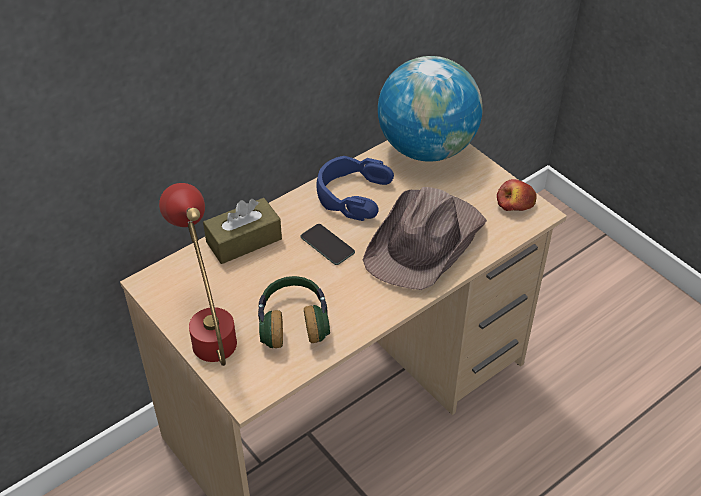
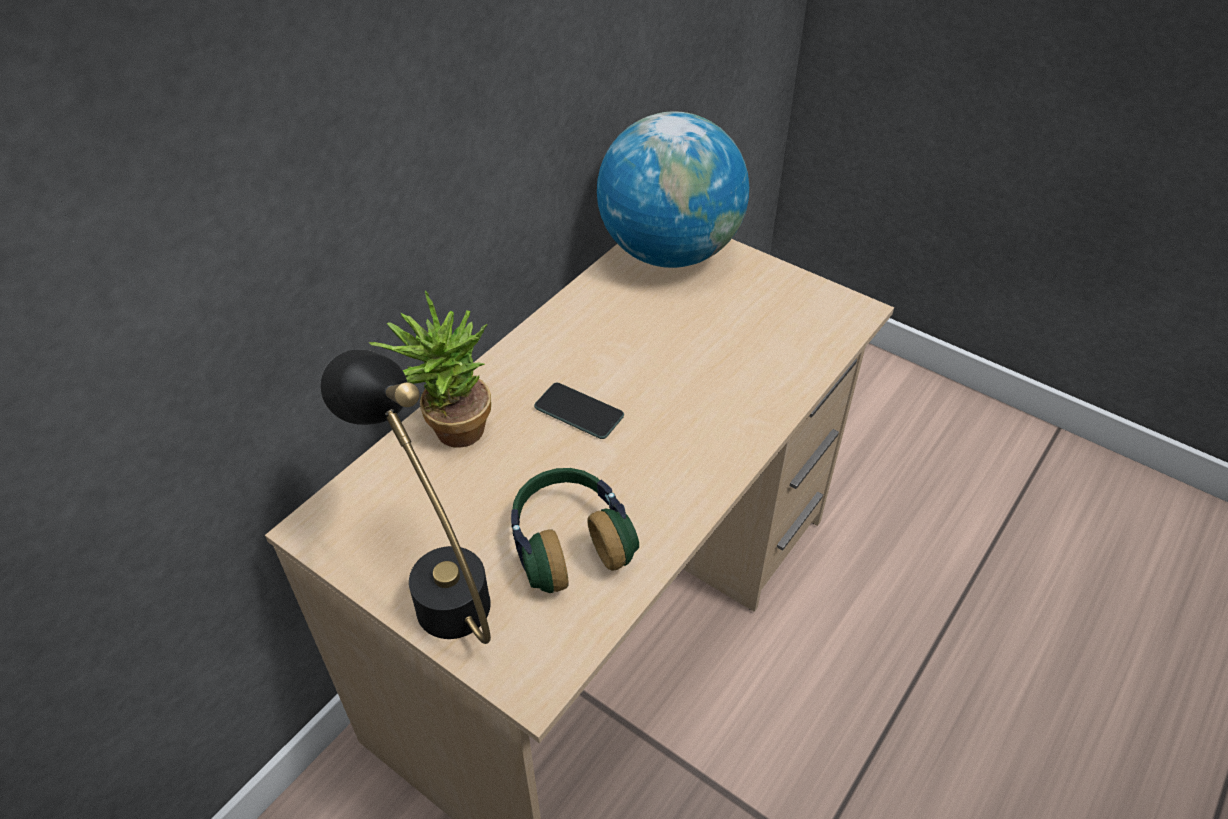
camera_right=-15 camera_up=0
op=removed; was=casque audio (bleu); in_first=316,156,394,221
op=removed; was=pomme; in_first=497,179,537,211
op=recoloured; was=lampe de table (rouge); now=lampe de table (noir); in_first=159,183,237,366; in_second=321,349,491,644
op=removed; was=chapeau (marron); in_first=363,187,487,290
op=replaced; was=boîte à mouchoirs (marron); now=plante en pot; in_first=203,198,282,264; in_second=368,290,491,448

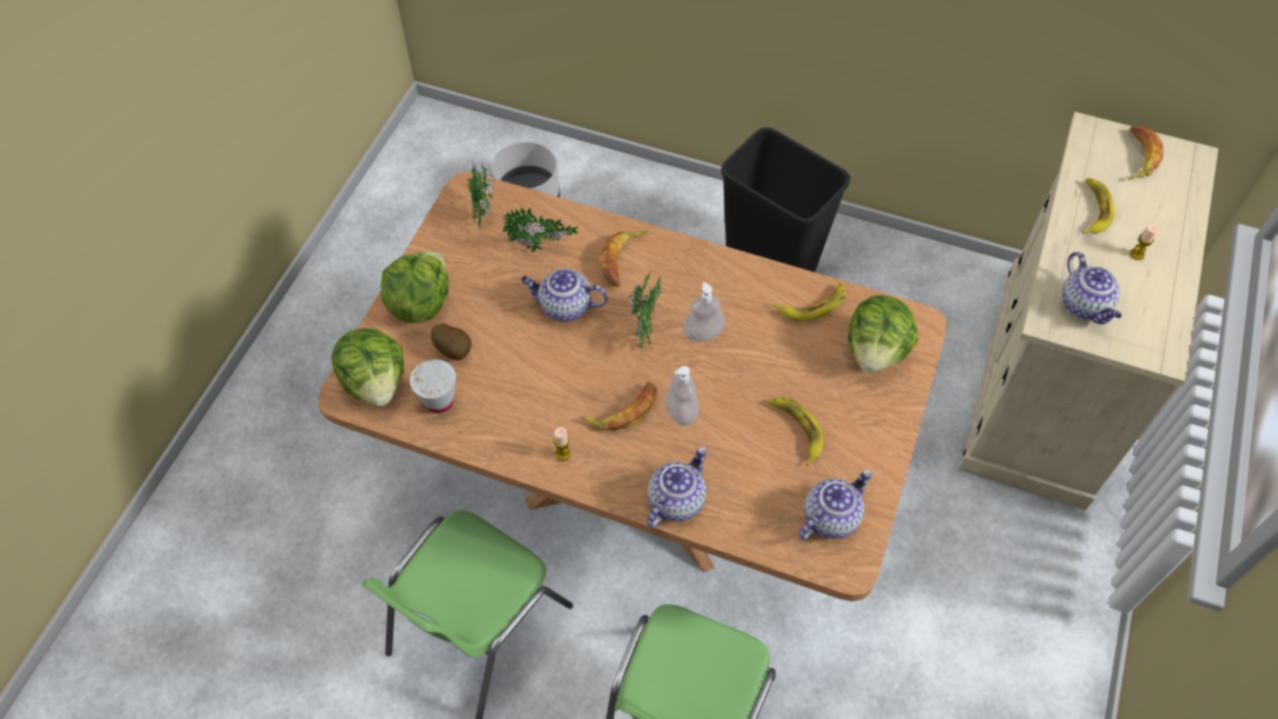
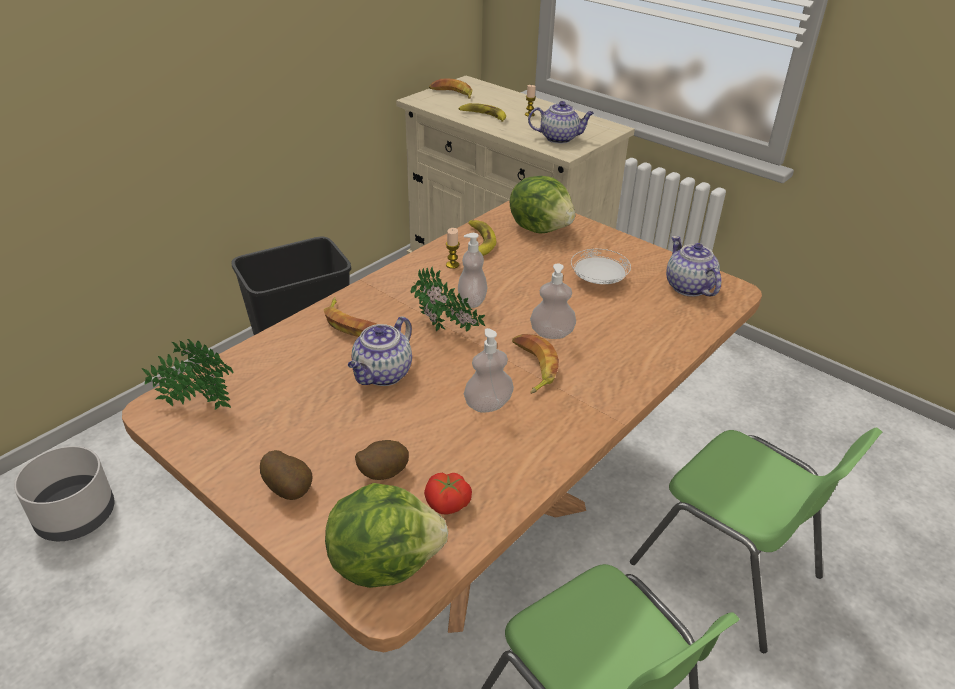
camera_right=-70 camera_up=-20
op=removed; was=plante en pot; in_first=503,207,578,252
op=replaced; was=laitue; now=pomme de terre; in_first=381,251,449,323; in_second=260,450,313,500
op=replaced; was=tasse (blanc); now=tomate; in_first=410,359,456,413; in_second=424,473,472,514
op=replaced; was=banane; now=assiette (blanc); in_first=769,397,824,466; in_second=571,249,631,284
op=moved; was=bougie; in_first=553,427,570,461; in_second=446,228,459,269
op=removed; was=théière; in_first=647,447,707,528
op=added; now=distributeur de savon; in_second=464,328,514,413

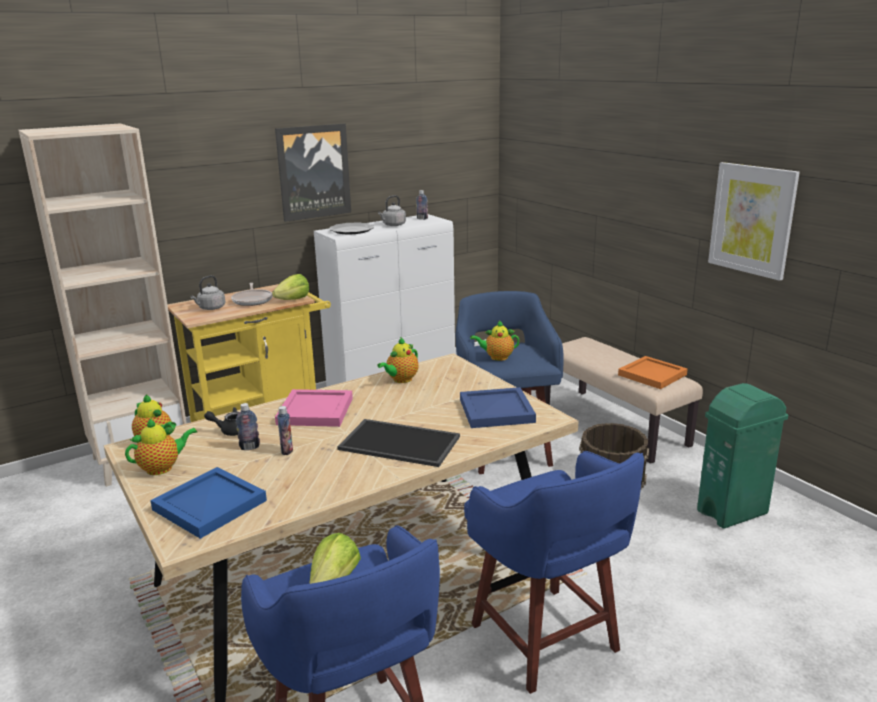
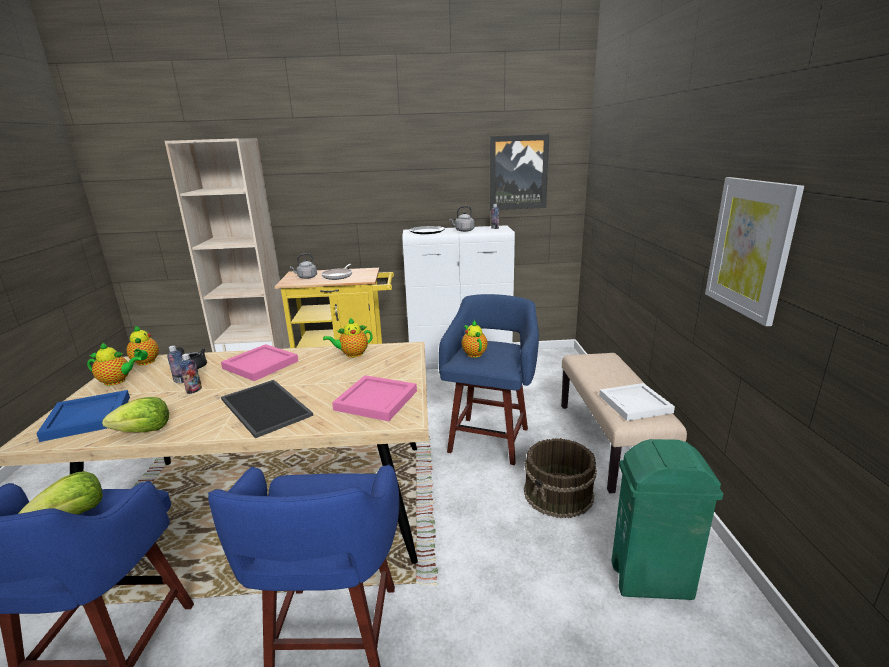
camera_right=30 camera_up=0
op=moved; was=tableau; in_first=275,124,351,222; in_second=490,134,549,210
op=moved; was=laitue; in_first=272,274,309,300; in_second=102,397,169,432
op=turned; was=théière; in_first=470,320,520,361; in_second=462,320,487,358; clockwise=45
op=recoloured; was=plateau (orange); now=plateau (blanc); in_first=618,356,687,389; in_second=599,383,675,421
op=recoloured; was=plateau (bleu); now=plateau (rose); in_first=460,387,536,428; in_second=332,375,417,421

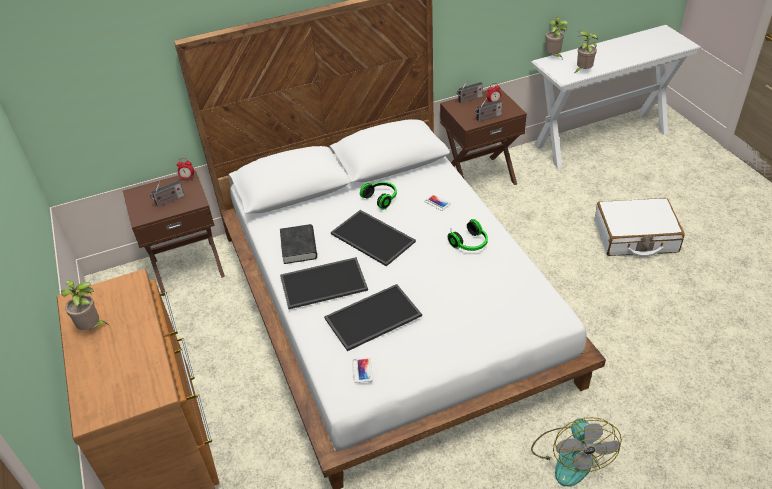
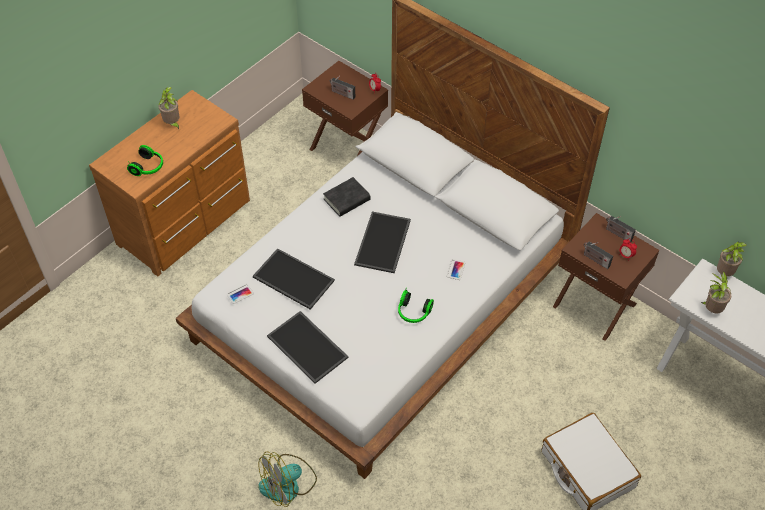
camera_right=60 camera_up=10
op=moved; was=casque audio; in_first=360,182,397,210; in_second=127,145,163,176
op=moved; was=plateau; in_first=280,257,368,309; in_second=267,311,348,384

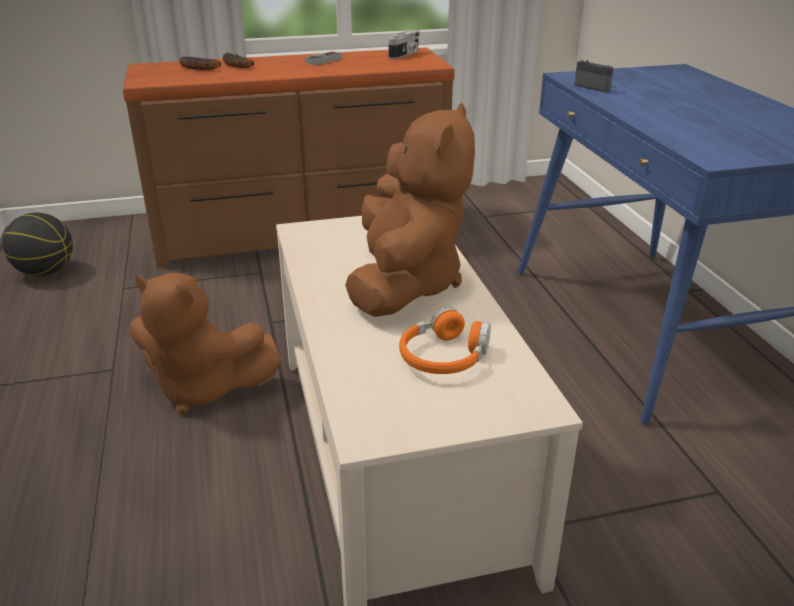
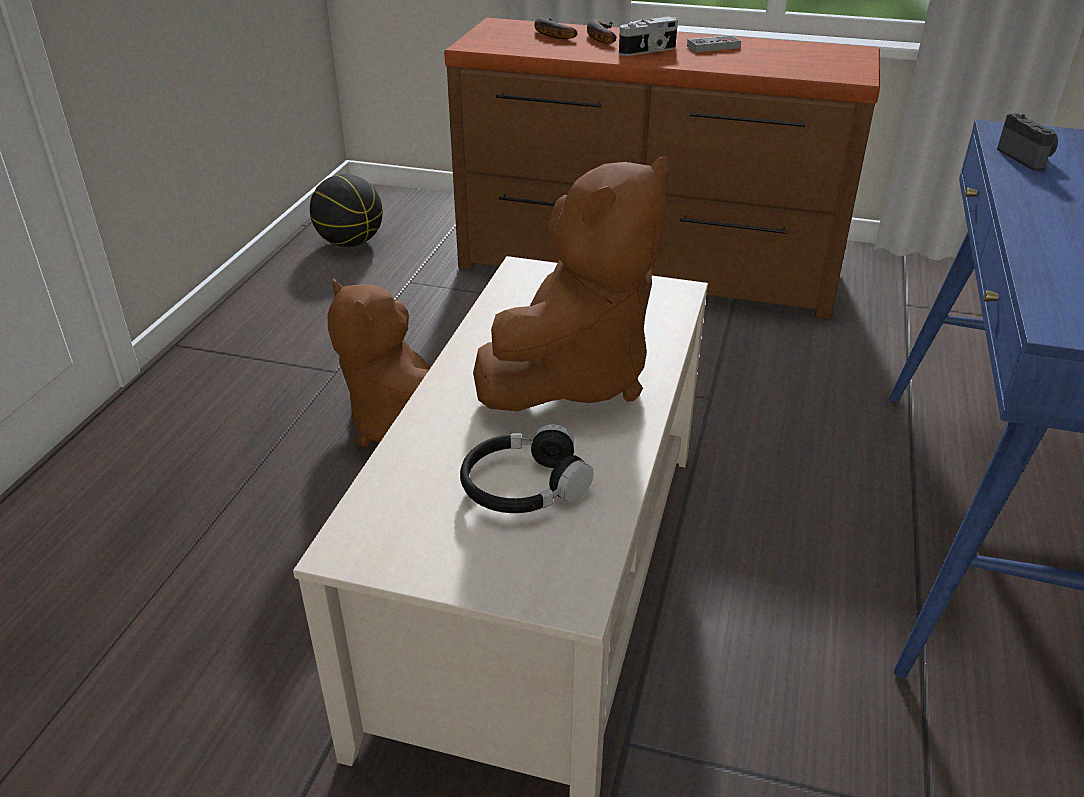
camera_right=30 camera_up=5
op=moved; was=appareil photo; in_first=388,30,420,59; in_second=619,17,678,56
op=recoloured; was=casque audio (orange); now=casque audio (noir); in_first=399,307,491,374; in_second=460,424,594,513

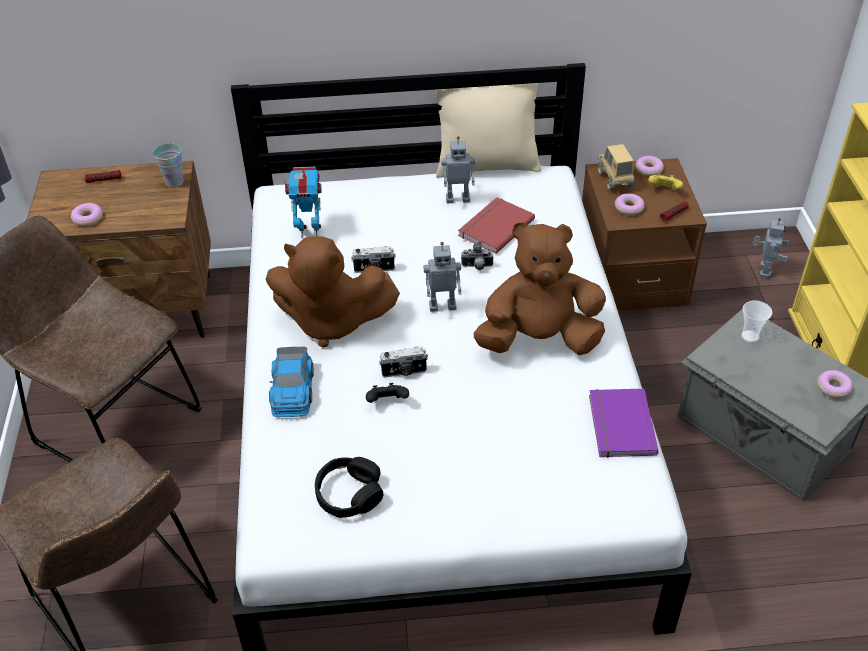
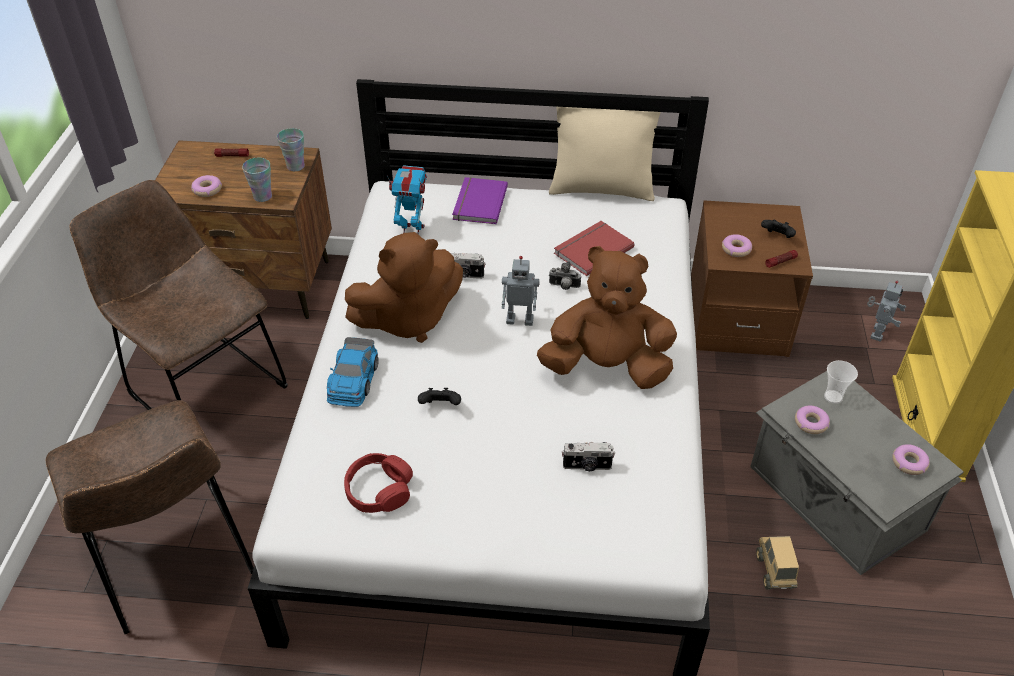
camera_right=10 camera_up=0
op=removed; was=robot jouet; in_first=441,136,475,203
op=moved; was=camion jouet; in_first=598,144,635,191; in_second=756,536,799,589
op=moved; was=beignet; in_first=635,156,664,176; in_second=795,405,830,434
op=recoloured; was=manette (jaune); now=manette (noir); in_first=648,174,683,191; in_second=761,220,796,238
op=turned; was=peluche (marron); in_first=266,236,400,348; in_second=345,232,463,343; clockwise=-45
op=moved; was=appareil photo; in_first=379,347,428,377; in_second=562,442,615,471
op=moved; was=livre (violet); in_first=589,389,659,458; in_second=452,177,508,224
op=recoloured; was=casque audio (noir); now=casque audio (rouge); in_first=315,457,383,518; in_second=344,453,413,513
op=added; now=tasse; in_second=242,158,272,202

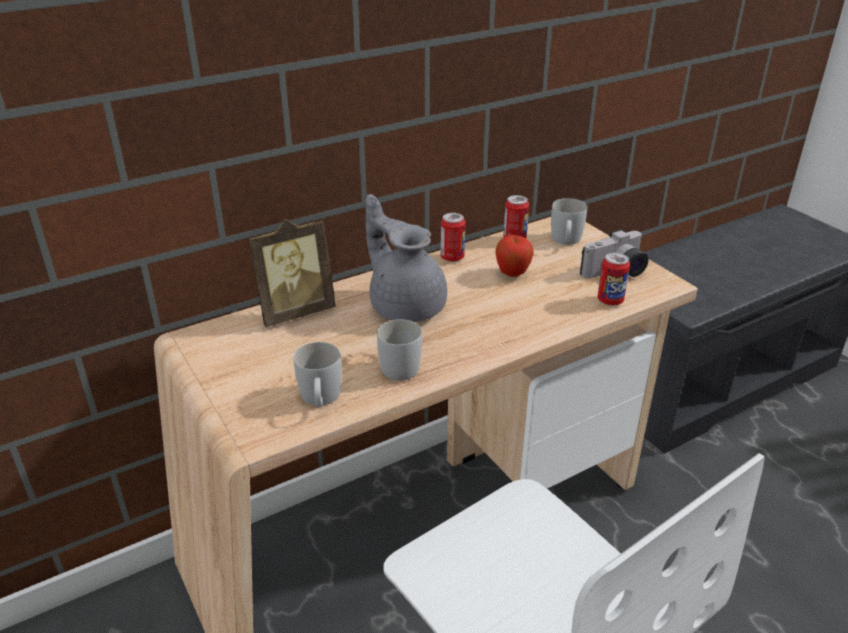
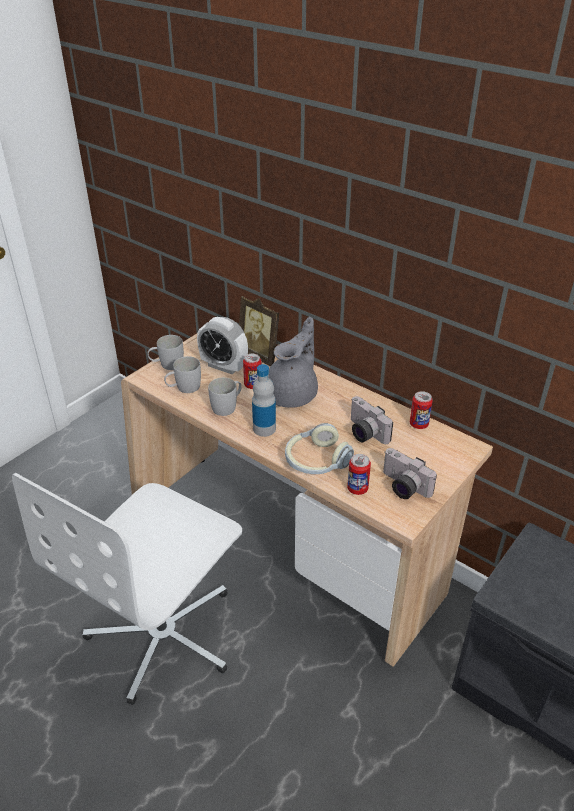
camera_right=70 camera_up=5
op=moved; was=mug (blanc); in_first=551,198,587,245; in_second=147,335,184,370
op=moved; was=boîte métallique; in_first=440,213,466,262; in_second=243,354,262,389
op=replaced; was=pomme; now=appareil photo; in_first=496,235,534,277; in_second=351,396,393,444
op=added; now=réveil; in_second=197,317,248,374
op=added; now=bouteille; in_second=252,364,276,437
op=added; now=casque audio; in_second=285,423,354,474

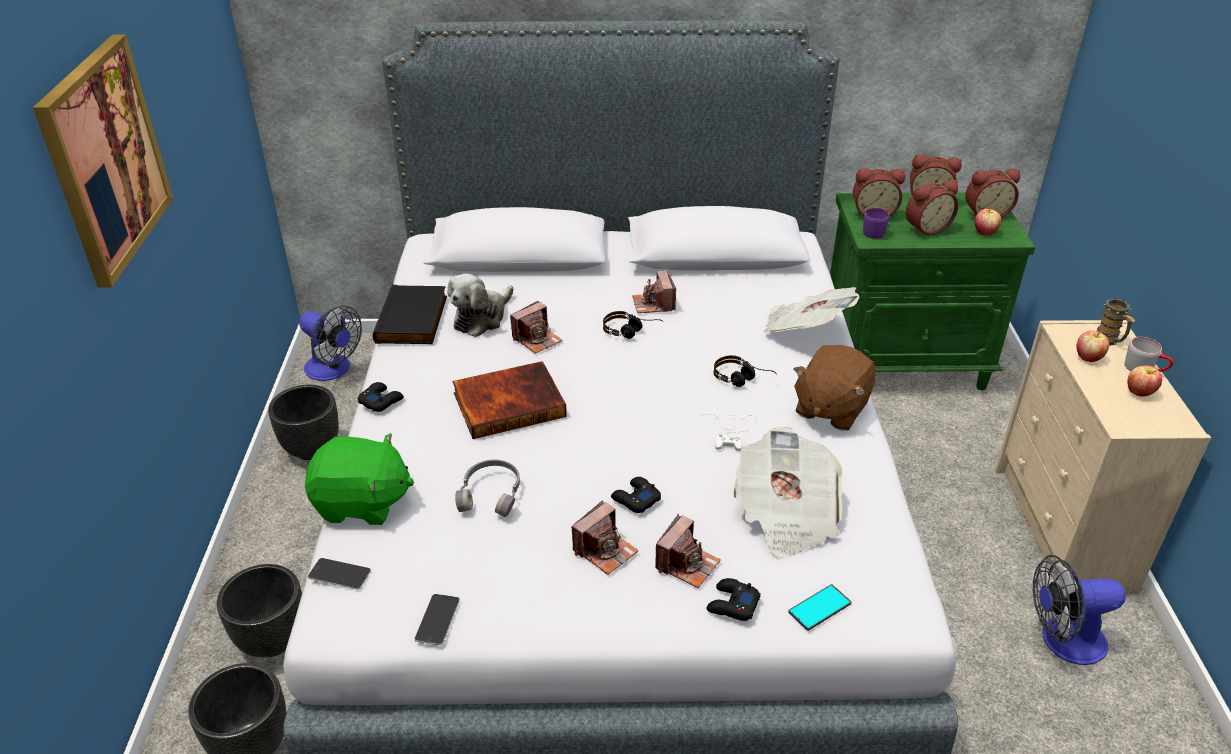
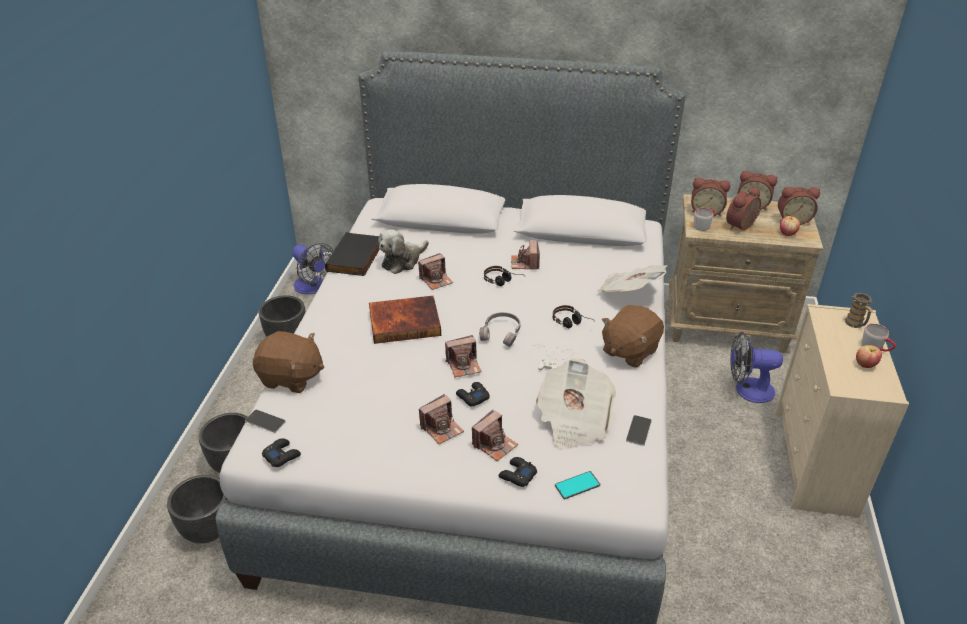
camera_right=10 camera_up=0
op=removed; was=tableau; in_first=33,35,174,288
op=turned; was=réveil; in_first=906,180,958,235; in_second=726,187,761,230; clockwise=150
op=recoloured; was=table de chevet (vert); now=table de chevet (beige); in_first=830,192,1035,390; in_second=669,194,824,353
op=recoloured; was=mug (violet); now=mug (gris); in_first=863,208,890,239; in_second=694,208,715,231
op=removed; was=pomme; in_first=1077,330,1109,362
op=moved; was=manette (noir); in_first=358,382,404,412; in_second=262,438,301,467
op=recoloured; was=peluche (vert); now=peluche (marron); in_first=305,433,414,525; in_second=253,331,324,393
op=moved; was=casque audio (gris); in_first=455,460,520,517; in_second=479,312,520,347
op=moved; was=ventilateur; in_first=1033,555,1126,665; in_second=730,332,783,403
op=moved; was=téléphone; in_first=414,594,460,645; in_second=626,415,652,446
op=added; now=appareil photo; in_second=445,335,482,377

